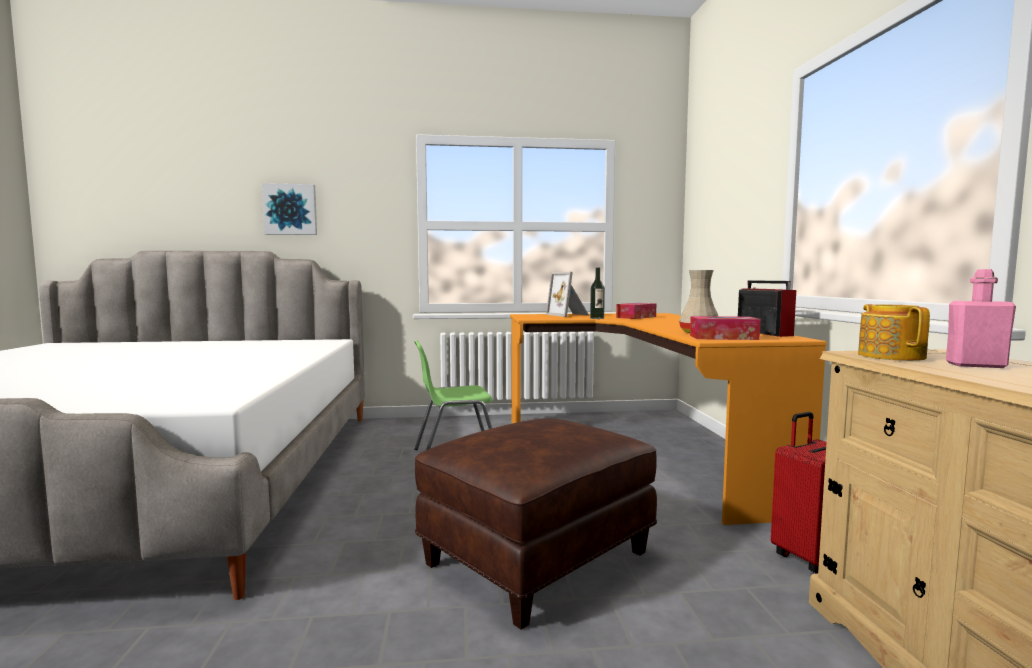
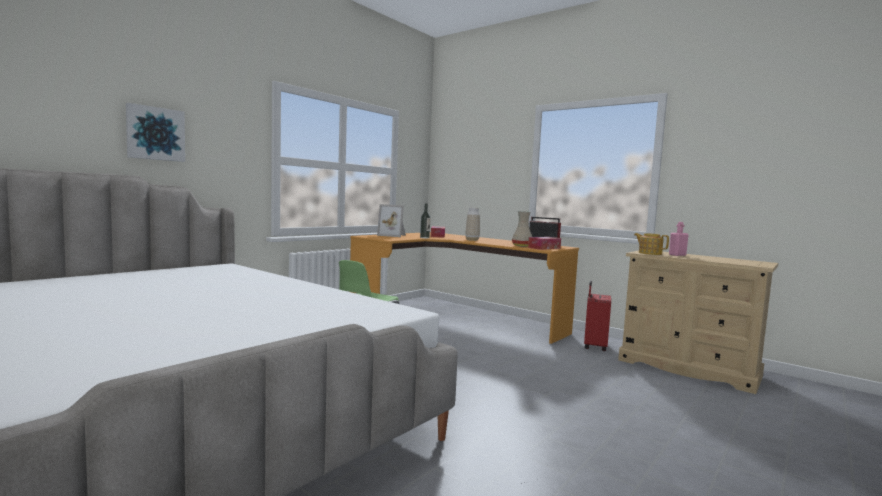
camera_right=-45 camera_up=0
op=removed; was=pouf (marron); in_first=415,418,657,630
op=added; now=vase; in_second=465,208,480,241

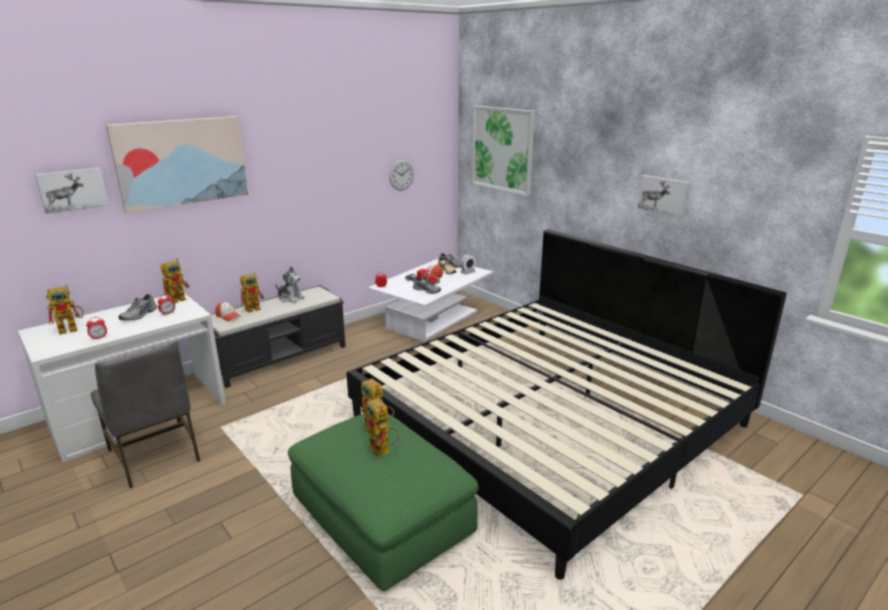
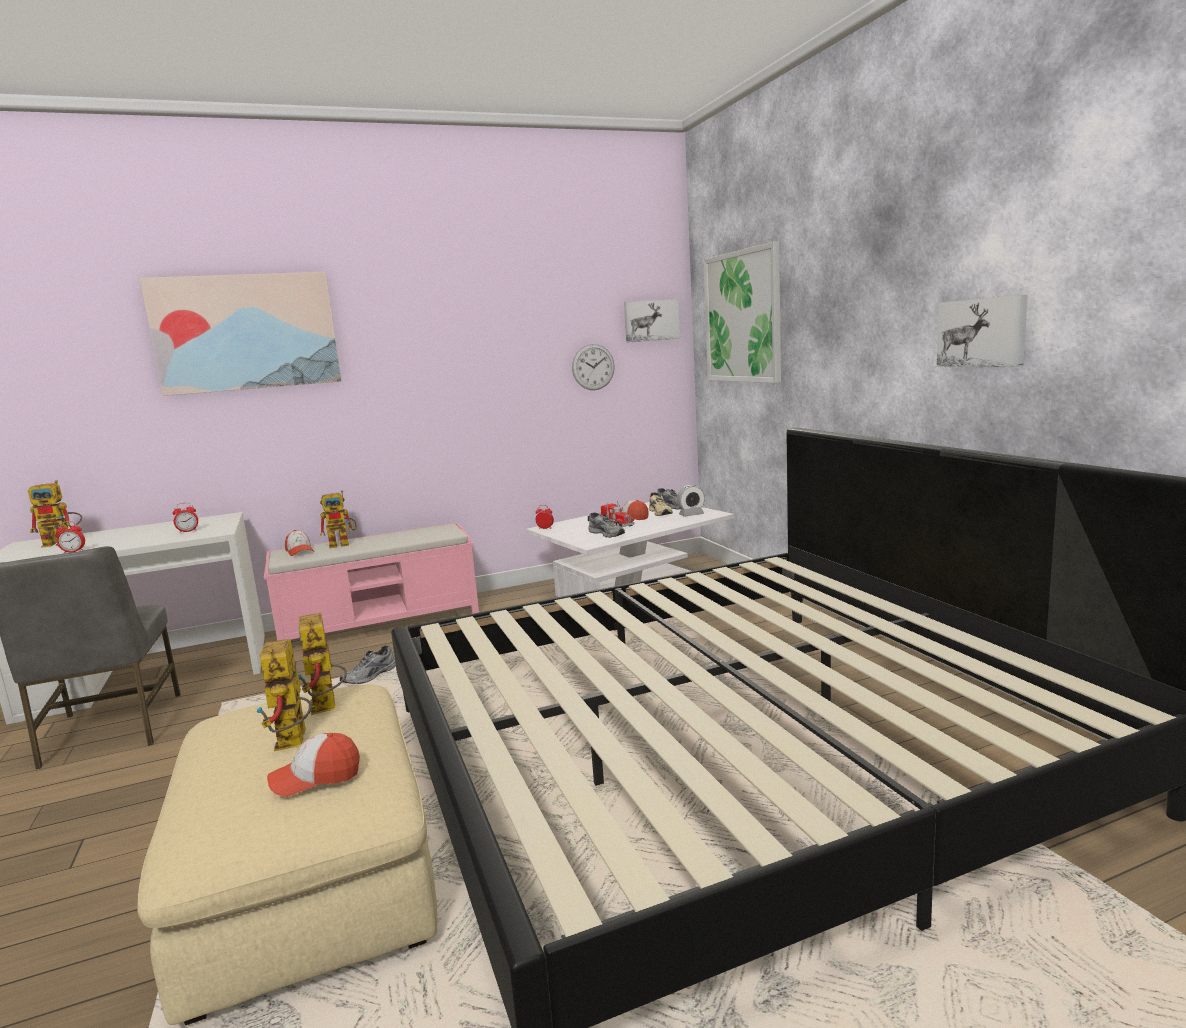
camera_right=20 camera_up=-10
op=moved; was=tableau; in_first=35,168,109,214; in_second=624,299,680,343
op=removed; was=robot jouet; in_first=161,259,189,303
op=removed; was=peluche; in_first=275,267,305,303
op=recoloured; was=banc (noir); now=banc (rose); in_first=211,285,346,388; in_second=264,523,479,641
op=moved; was=chaussure (gris); in_first=119,294,157,320; in_second=340,646,396,684
op=recoloured; was=pouf (vert); now=pouf (beige); in_first=288,414,479,591; in_second=138,684,437,1025
op=added; now=casquette; in_second=267,733,360,797

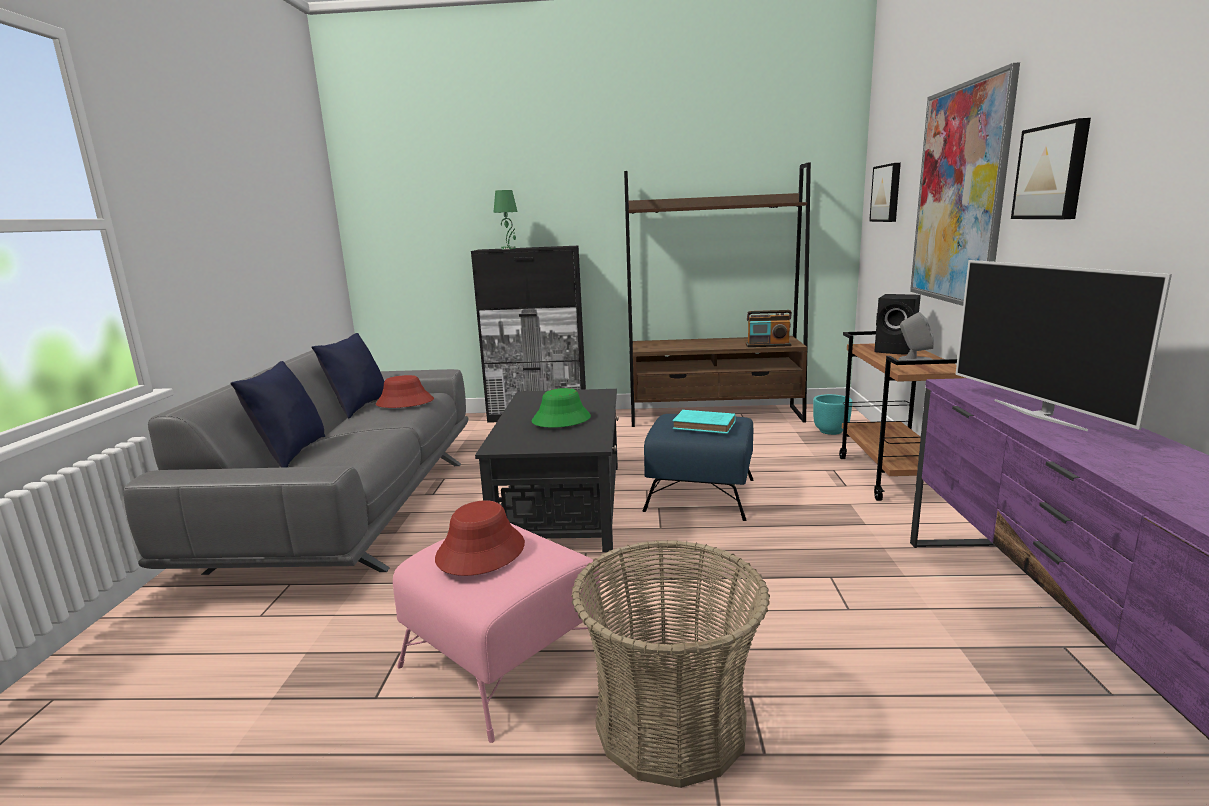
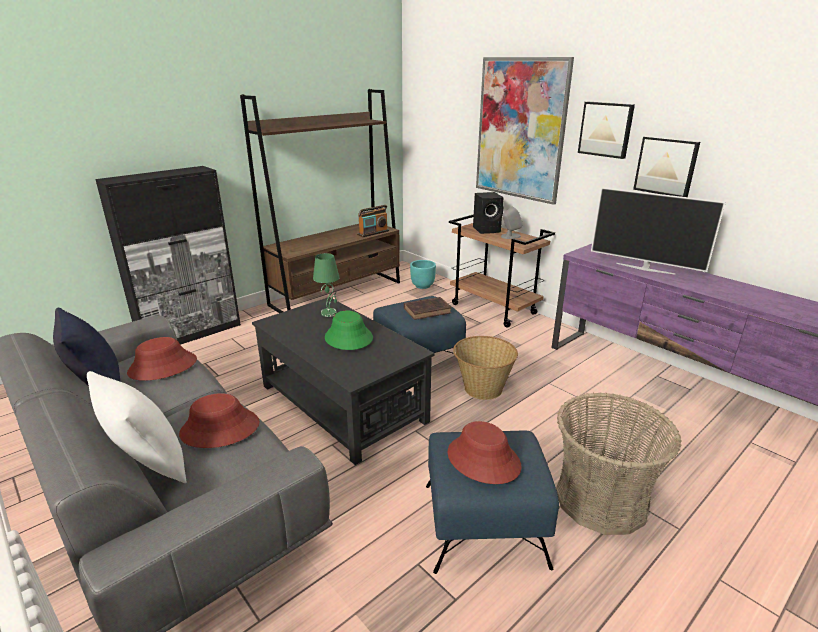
camera_right=-45 camera_up=10
op=moved; was=tableau; in_first=869,163,901,222; in_second=633,136,700,197
op=moved; was=lampe de table (vert); in_first=493,190,518,249; in_second=313,253,340,317
op=recoloured; was=coussin (bleu); now=coussin (blanc); in_first=230,361,325,468; in_second=87,371,186,483
op=recoloured; was=livre (turquoise); now=livre (marron); in_first=673,410,736,434; in_second=404,297,452,320
op=recoloured; was=pouf (rose); now=pouf (bleu); in_first=393,523,600,743; in_second=426,431,559,574
op=added; now=panier; in_second=453,336,518,400
op=added; now=chapeau (rouge); in_second=179,393,260,448

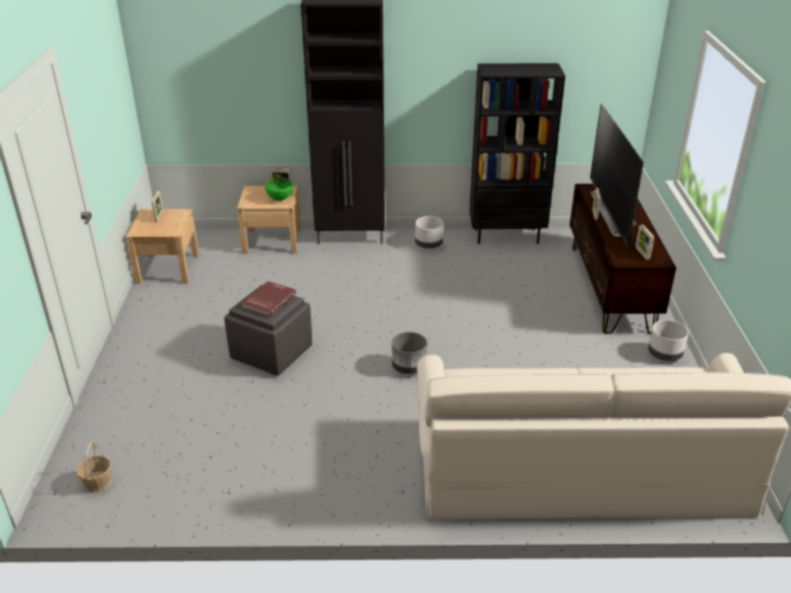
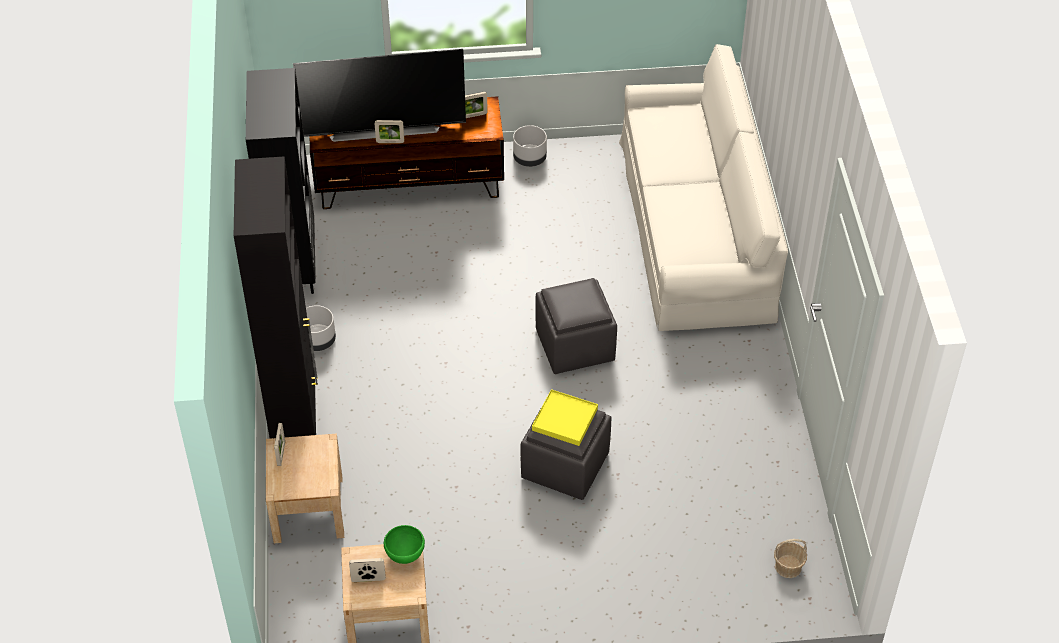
camera_right=-95 camera_up=15
op=moved; was=bol (vert); in_first=265,179,293,201; in_second=384,525,425,564
op=replaced; was=livre (rouge); now=plateau (jaune); in_first=242,281,296,316; in_second=532,389,598,446
op=replaced; was=cache-pot (gris); now=pouf (gris); in_first=392,332,427,374; in_second=535,278,617,374

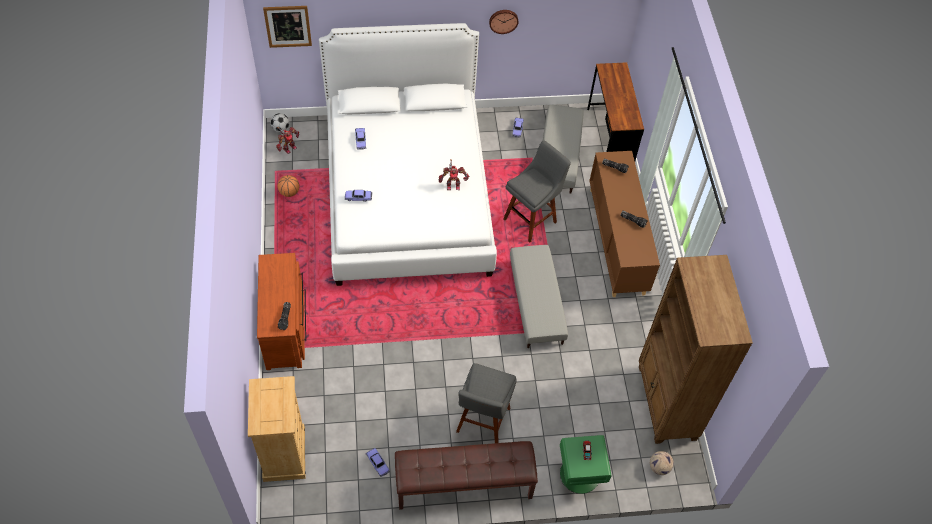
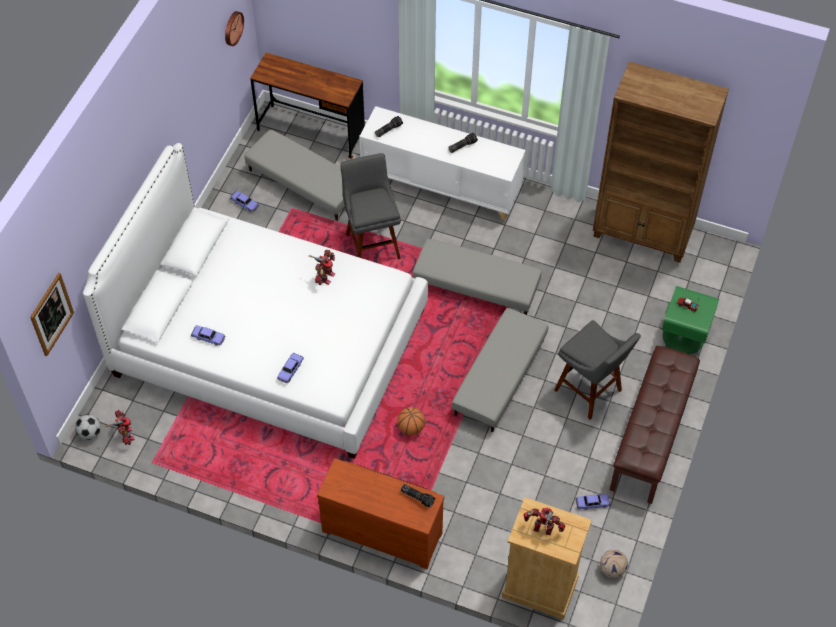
camera_right=-60 camera_up=0
op=moved; was=horloge murale; in_first=489,10,519,34; in_second=225,11,244,46
op=recoloured; was=meuble de rangement (marron); now=meuble de rangement (blanc); in_first=589,151,660,297; in_second=359,106,526,220
op=moved; was=ballon de basket; in_first=278,175,300,197; in_second=397,407,425,435
op=moved; was=ballon de foot; in_first=650,451,674,475; in_second=600,550,628,578
op=added; now=pouf (gris); in_second=452,308,548,432
op=added; now=robot jouet; in_second=523,507,565,535

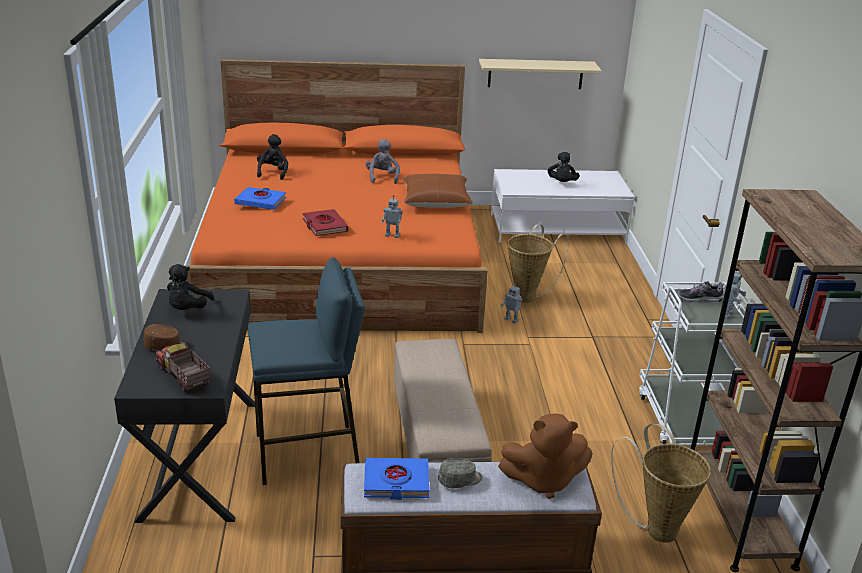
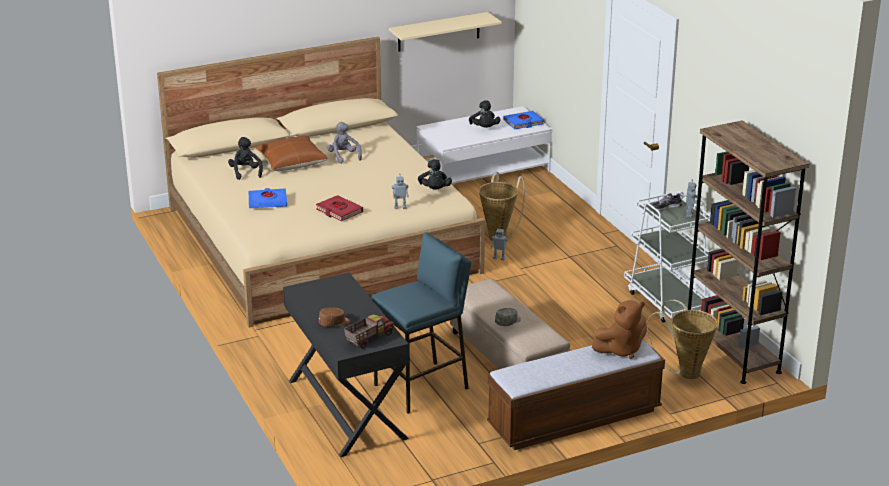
camera_right=-20 camera_up=0
op=recoloured; was=lit (orange); now=lit (beige); in_first=184,59,488,333; in_second=157,37,485,327
op=moved; was=coussin (marron); in_first=402,174,473,208; in_second=254,135,328,171
op=moved; was=peluche (noir); in_first=167,264,215,310; in_second=418,159,452,189
op=turned; was=camion jouet; in_first=156,344,210,393; in_second=344,315,394,349; clockwise=105
op=moved; was=livre (bleu); in_first=364,458,429,500; in_second=503,111,544,130
op=moved; was=casquette (gris); in_first=438,458,482,488; in_second=495,308,521,326

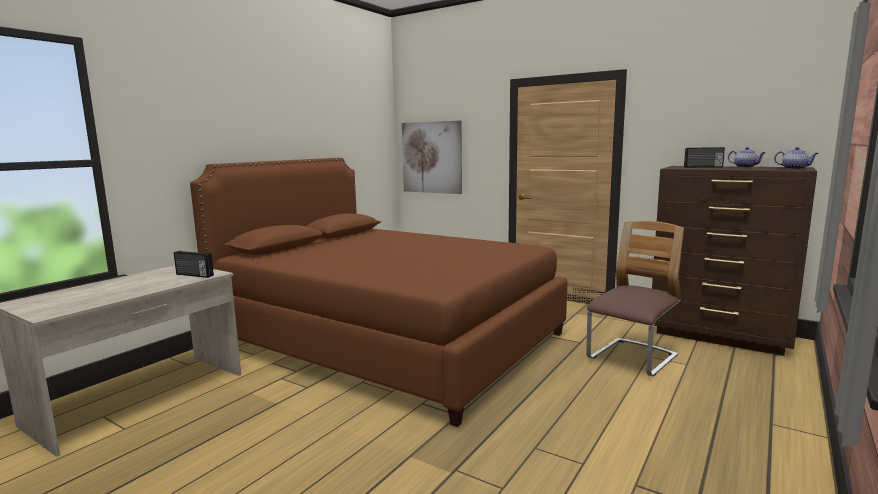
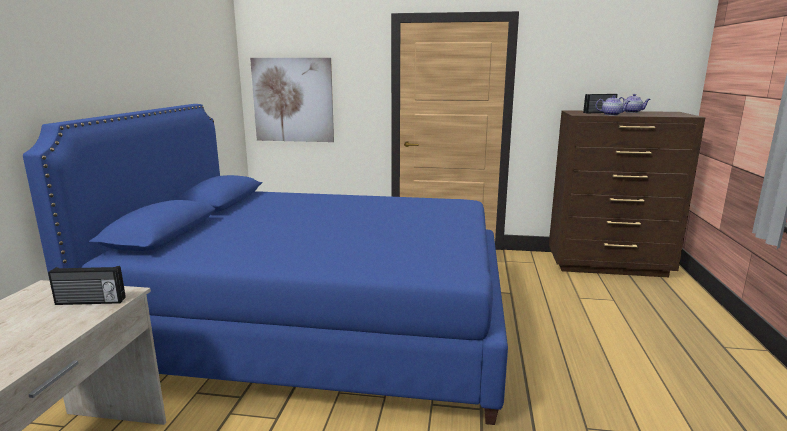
camera_right=-25 camera_up=5
op=moved; was=théière; in_first=774,147,818,169; in_second=596,95,630,116
op=recoloured; was=lit (marron); now=lit (bleu); in_first=190,158,567,427; in_second=23,104,508,425
op=removed; was=chaise; in_first=586,221,684,376

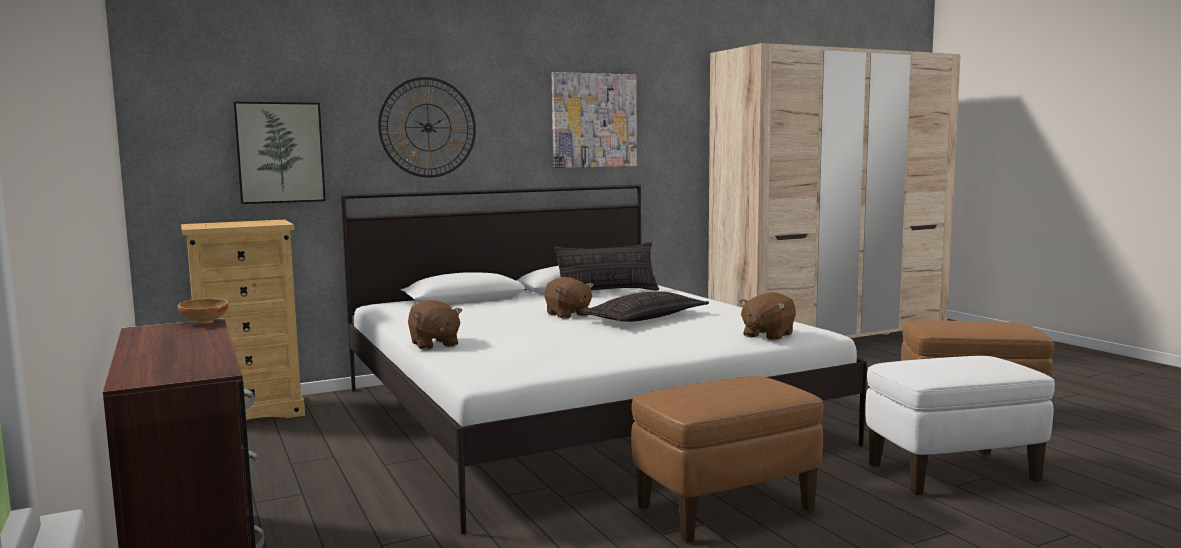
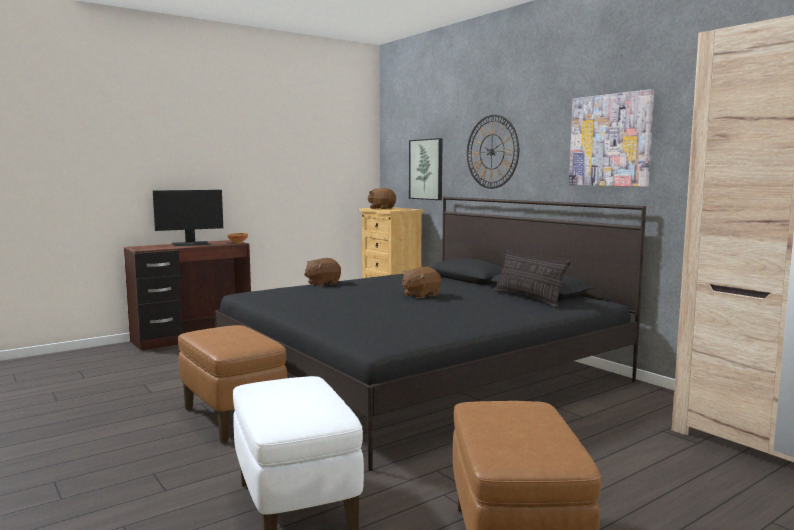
camera_right=80 camera_up=0
op=recoloured; was=lit (blanc); now=lit (noir); in_first=341,184,867,534; in_second=215,197,646,471
op=removed; was=coussin; in_first=580,291,709,322
op=moved; was=peluche (marron); in_first=739,292,796,340; in_second=368,188,396,209
op=added; now=écran d'ordinateur; in_second=153,190,223,246

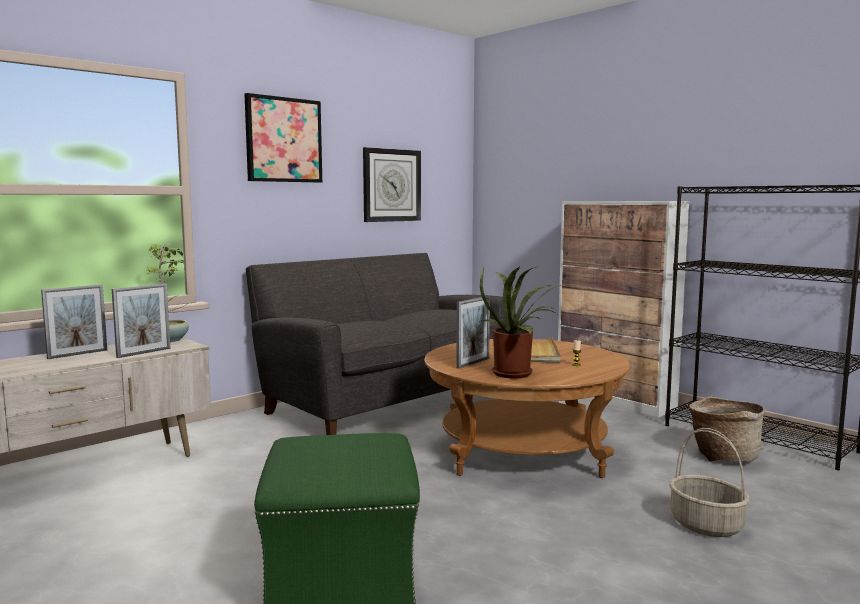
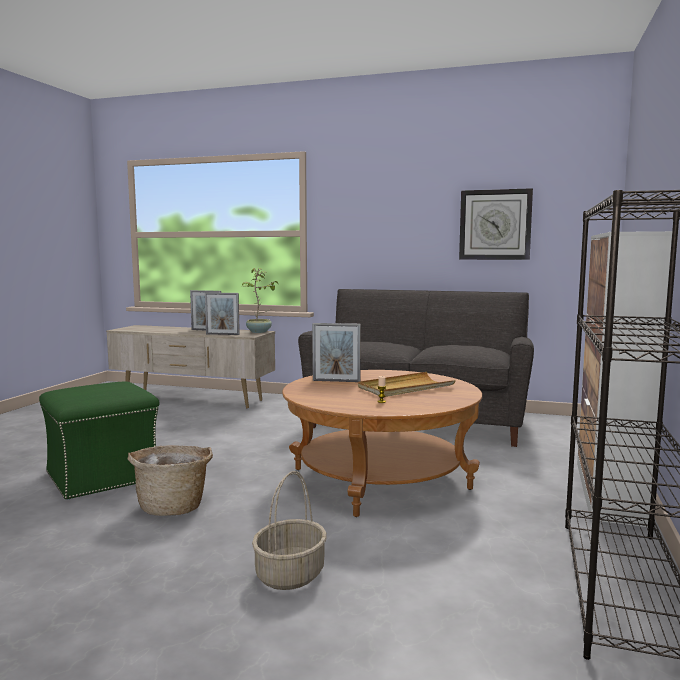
camera_right=60 camera_up=0
op=removed; was=tableau; in_first=245,93,322,182
op=removed; was=plante en pot; in_first=478,266,562,378
op=moved; was=panier; in_first=689,396,765,462; in_second=128,445,213,516

